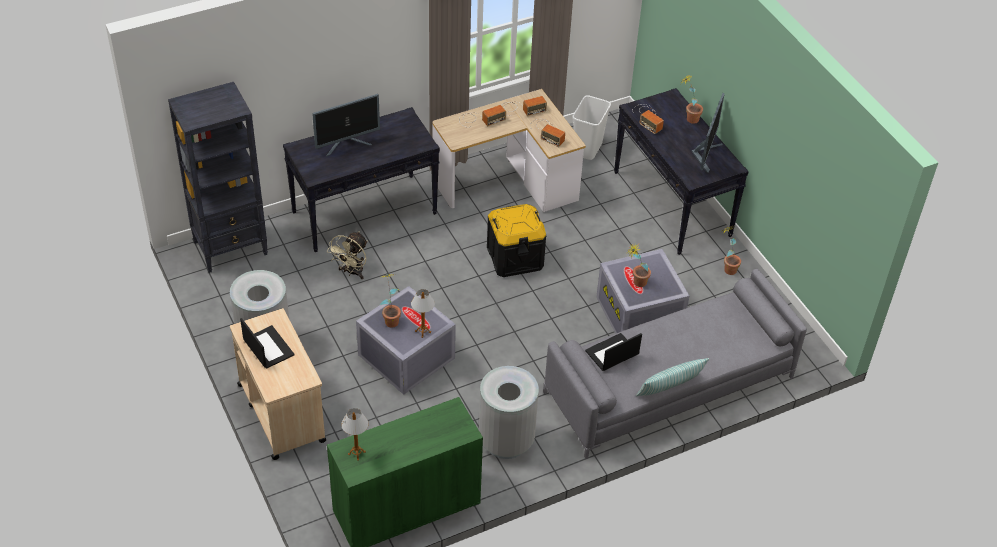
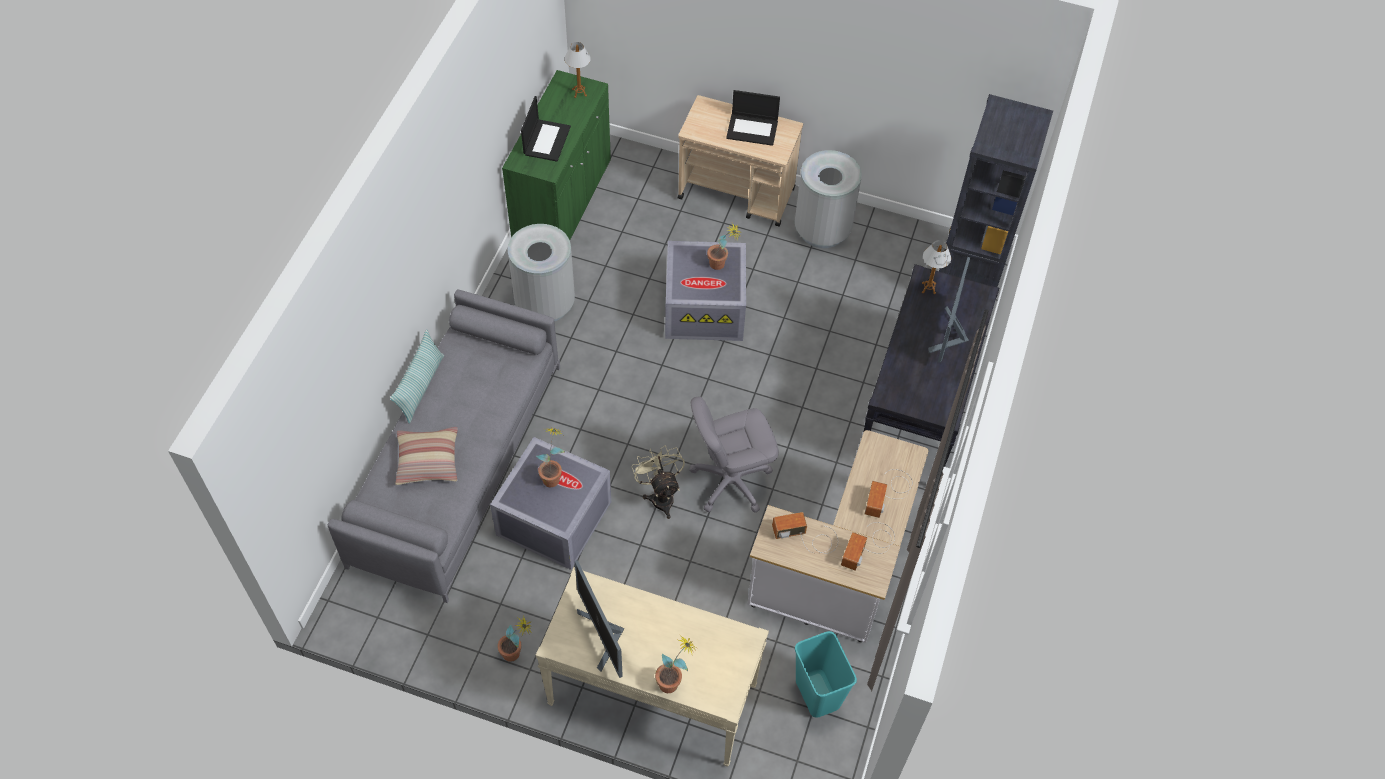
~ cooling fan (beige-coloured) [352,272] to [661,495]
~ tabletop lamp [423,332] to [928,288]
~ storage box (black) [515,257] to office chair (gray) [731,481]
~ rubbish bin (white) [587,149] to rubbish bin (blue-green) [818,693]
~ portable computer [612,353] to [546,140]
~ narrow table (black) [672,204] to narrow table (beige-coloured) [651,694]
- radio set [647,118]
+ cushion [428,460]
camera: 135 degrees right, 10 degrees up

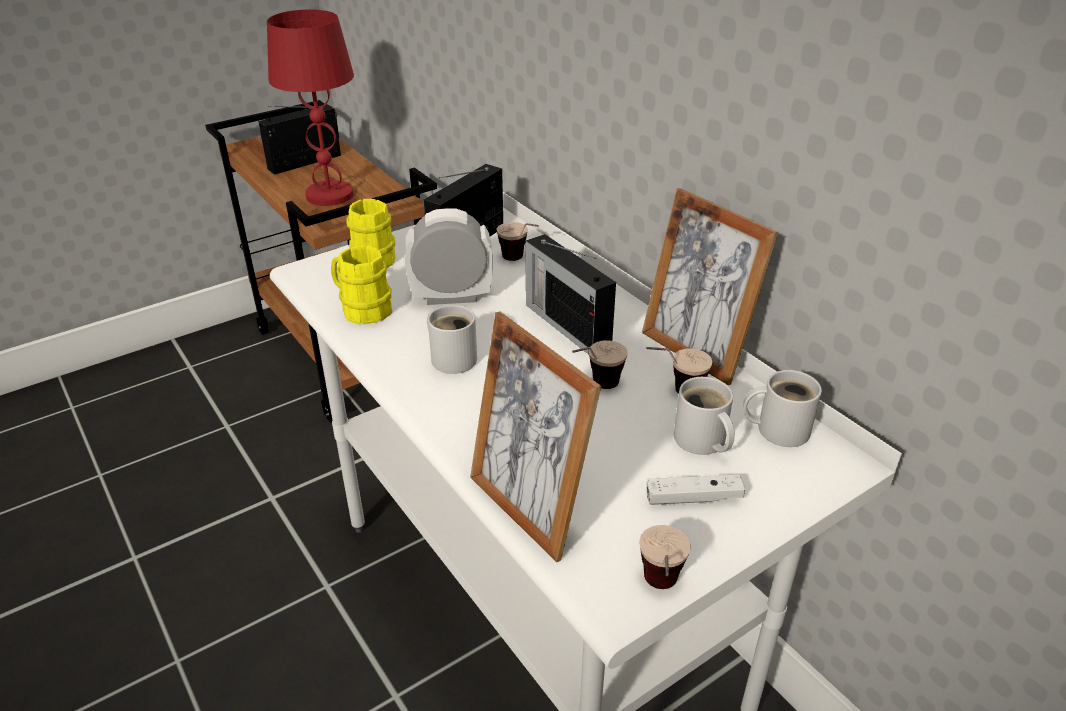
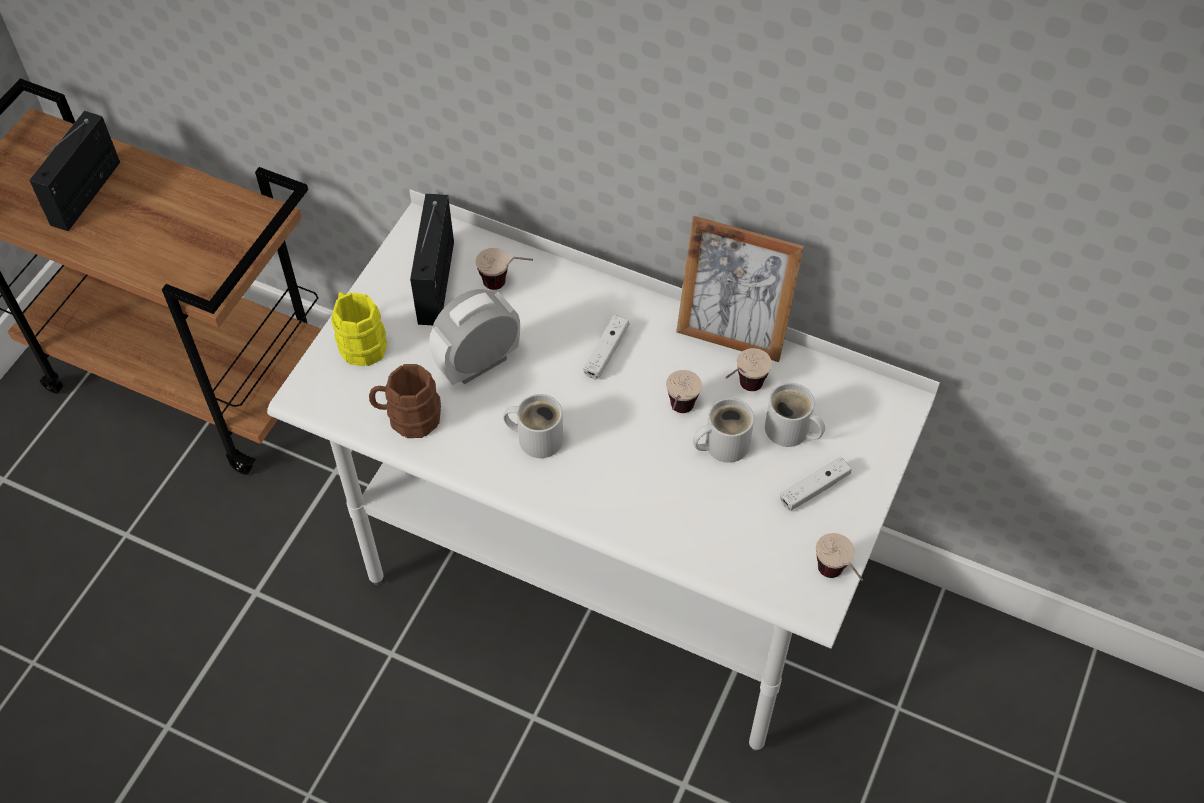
- tabletop lamp (red) [330,195]
~ coffee mug (yellow-coloured) [361,309] to coffee mug (brown-coloured) [408,418]
- photo frame [528,508]
~ radio set [566,325] to gamepad (white) [606,352]
~ coffee mug (white) [778,428] to [722,444]
camera: 30 degrees left, 20 degrees up

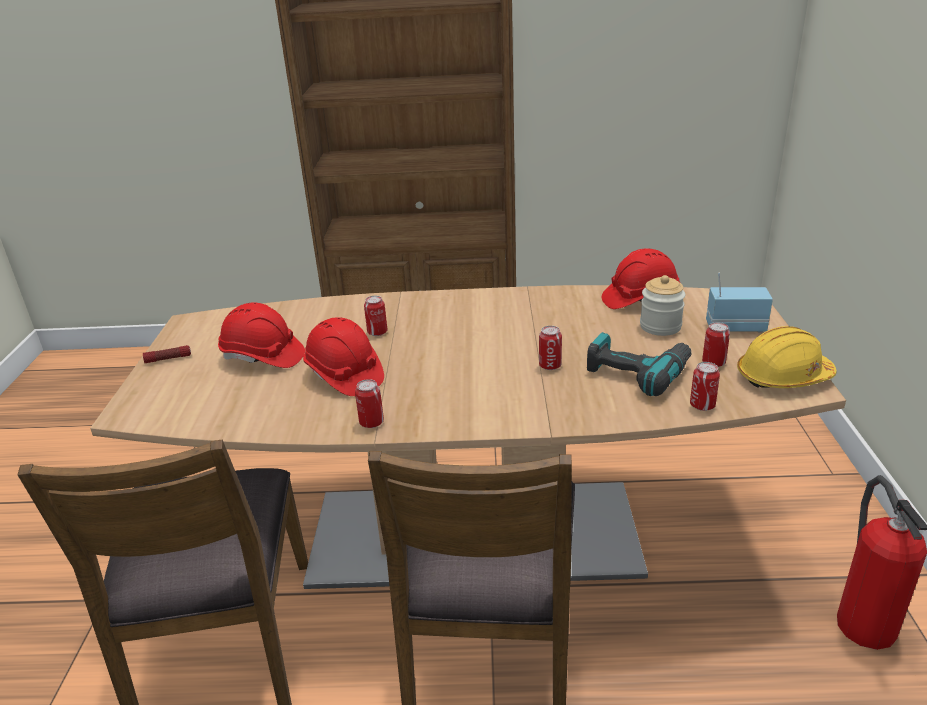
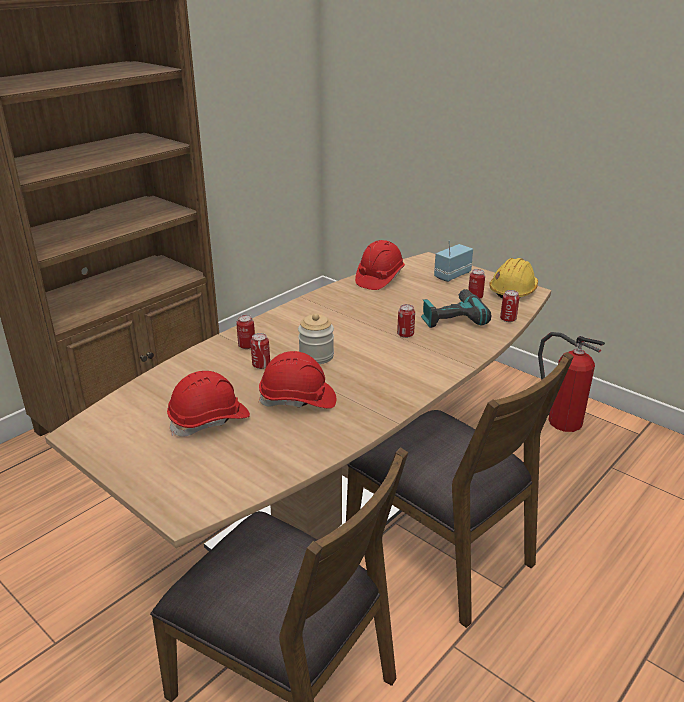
- hand torch [168,359]
~ sealed can [371,422] to [247,346]
~ jar [660,326] to [316,356]
camera: 50 degrees left, 0 degrees up

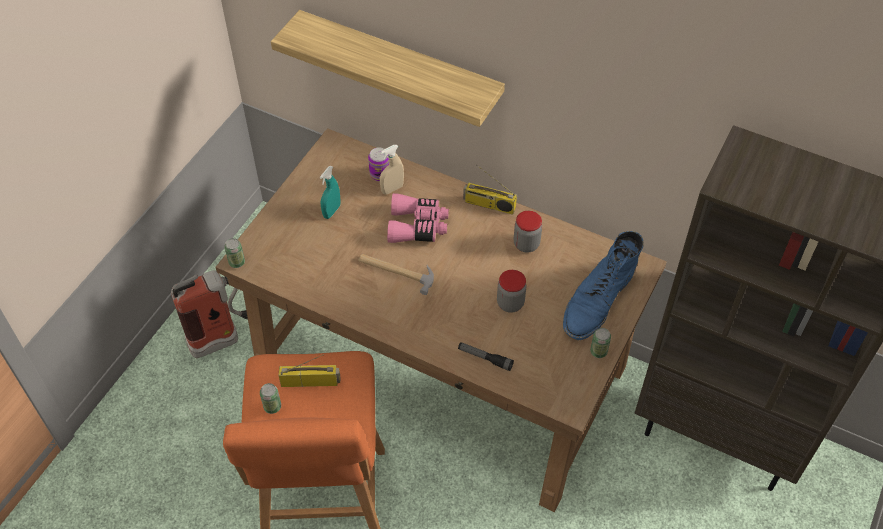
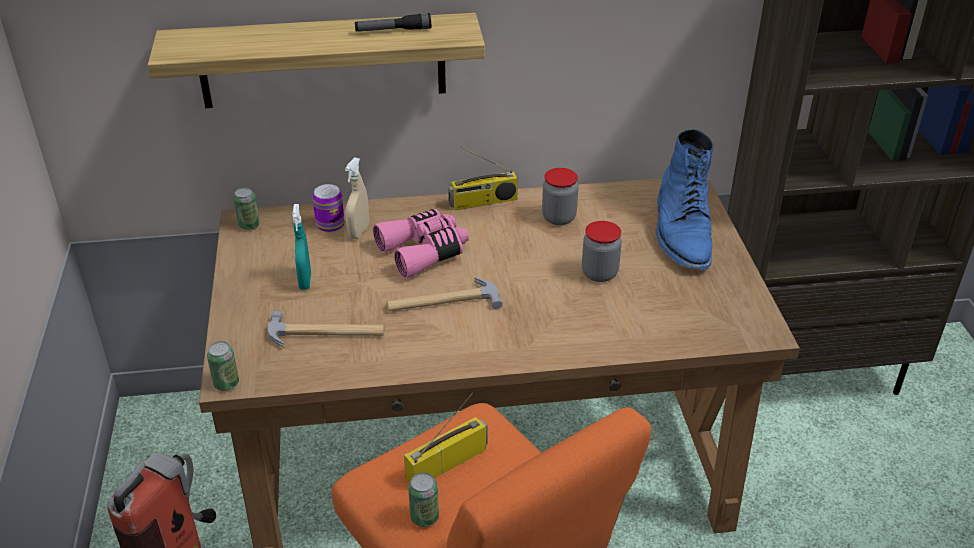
~ hand torch [485,358] to [393,30]
~ sealed can [598,351] to [249,225]
+ hand hammer [326,334]
camera: 35 degrees left, 15 degrees down

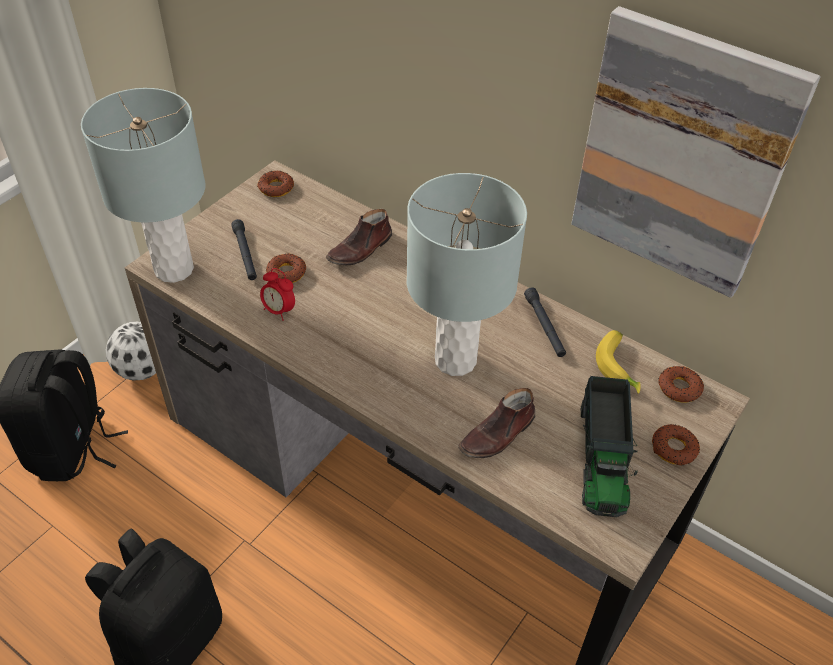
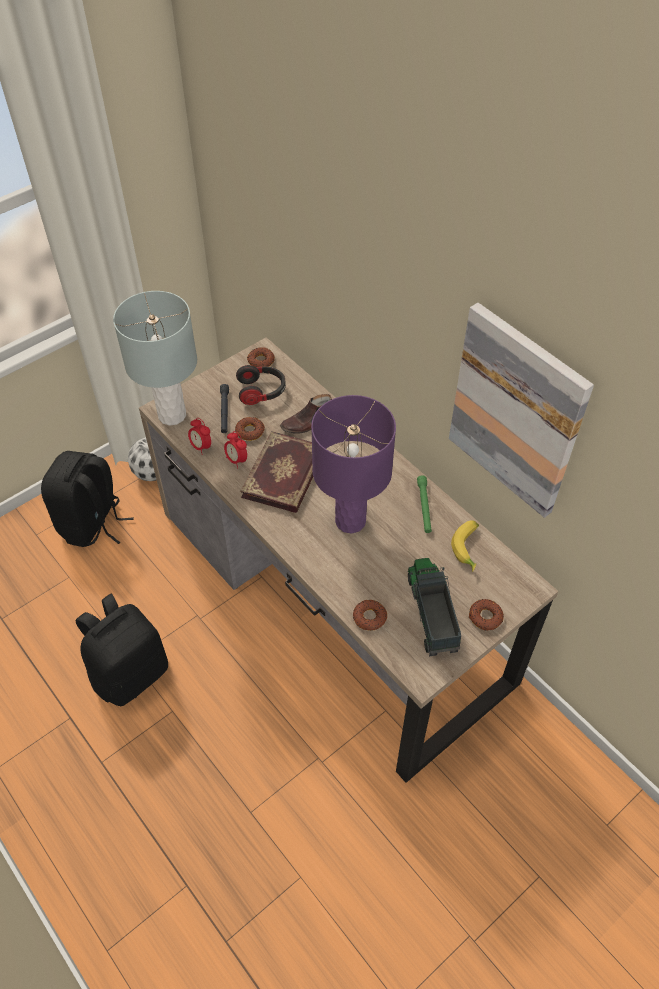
~ tabletop lamp (gray) [454,360] to tabletop lamp (purplish) [350,521]
- shoe (brown-coloured) [498,435]
~ hand torch (black) [544,326] to hand torch (green) [424,507]
~ toy truck [603,457] = [431,613] 150 degrees clockwise
~ donut [679,388] to [369,617]
+ alarm clock [201,447]
+ headphones [262,392]
+ book [285,474]
camera: 15 degrees right, 5 degrees up

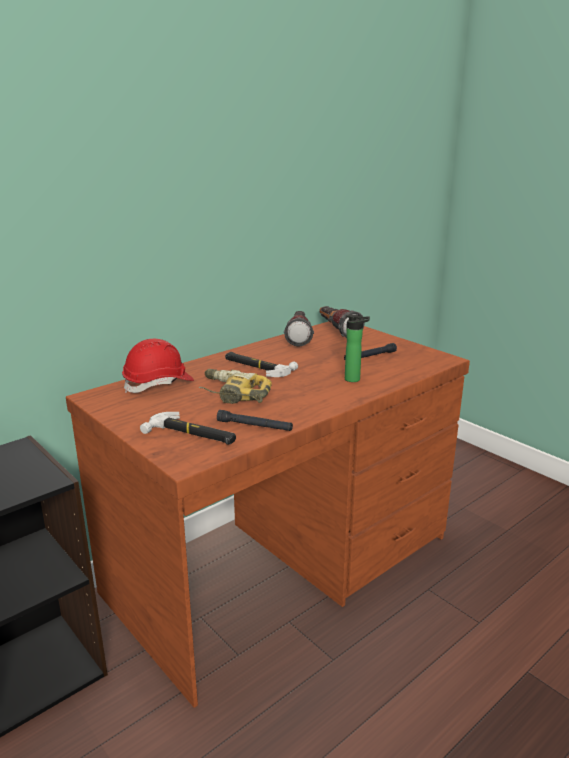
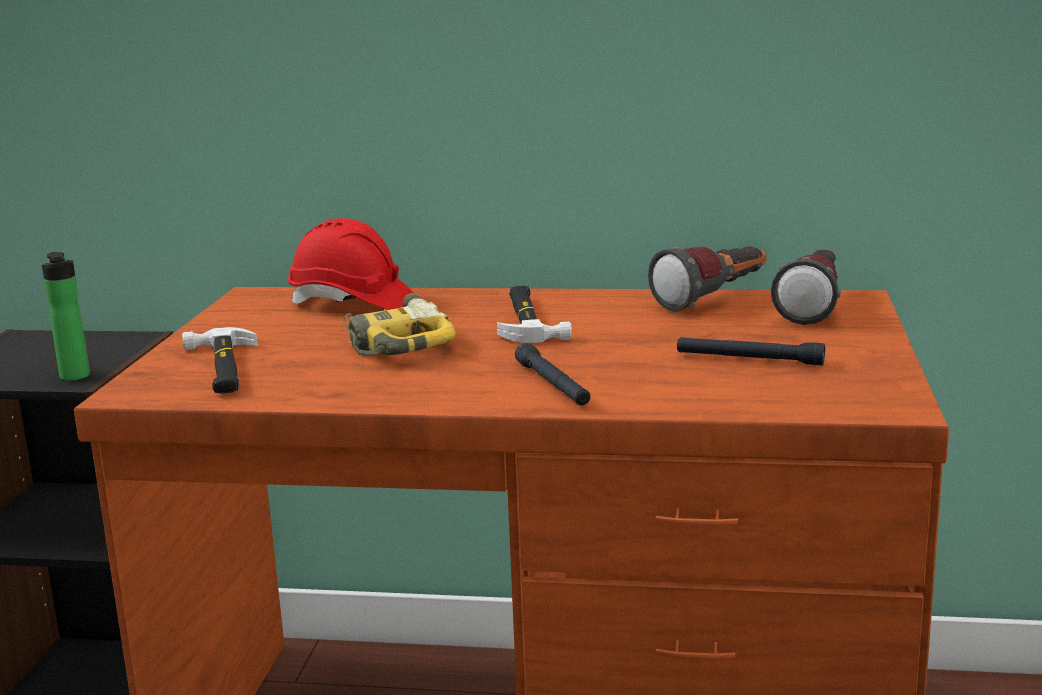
~ hand torch (black) [254,426] to [552,385]
~ beverage bottle [355,379] to [76,377]
camera: 50 degrees right, 5 degrees down

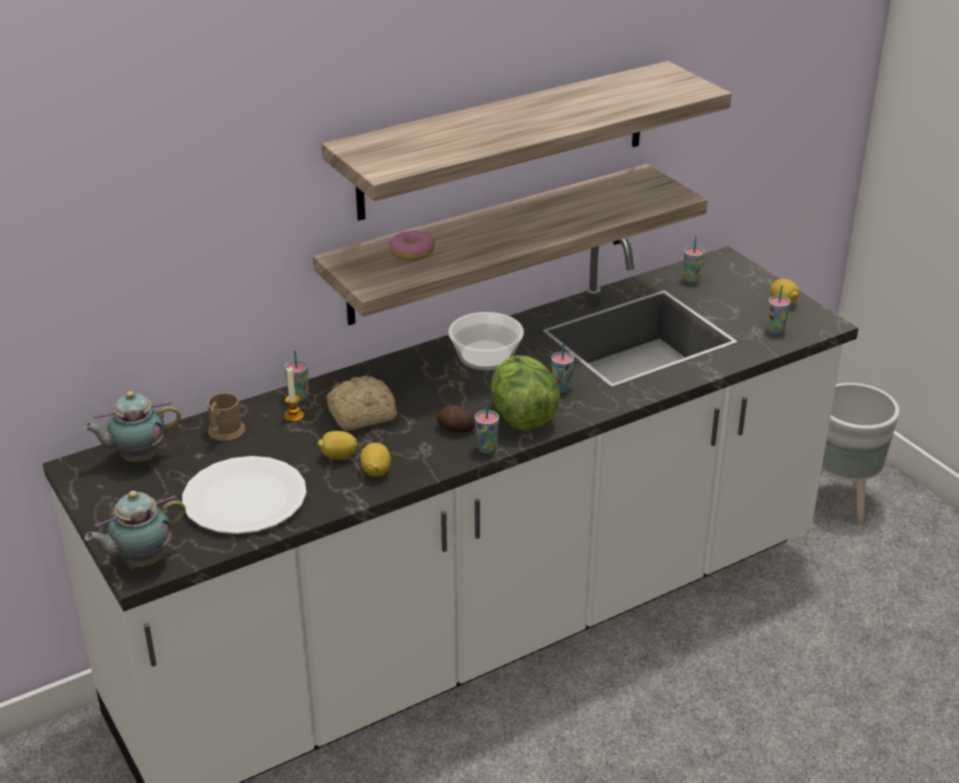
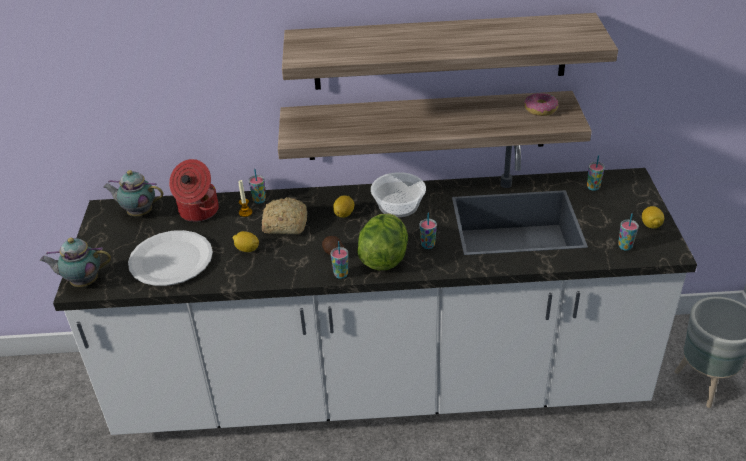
~ coffee mug (brown-coloured) [224,433] to stockpot [198,211]
~ whole lemon [376,471] to [344,214]
~ donut [412,253] to [540,109]
camera: 30 degrees right, 5 degrees up

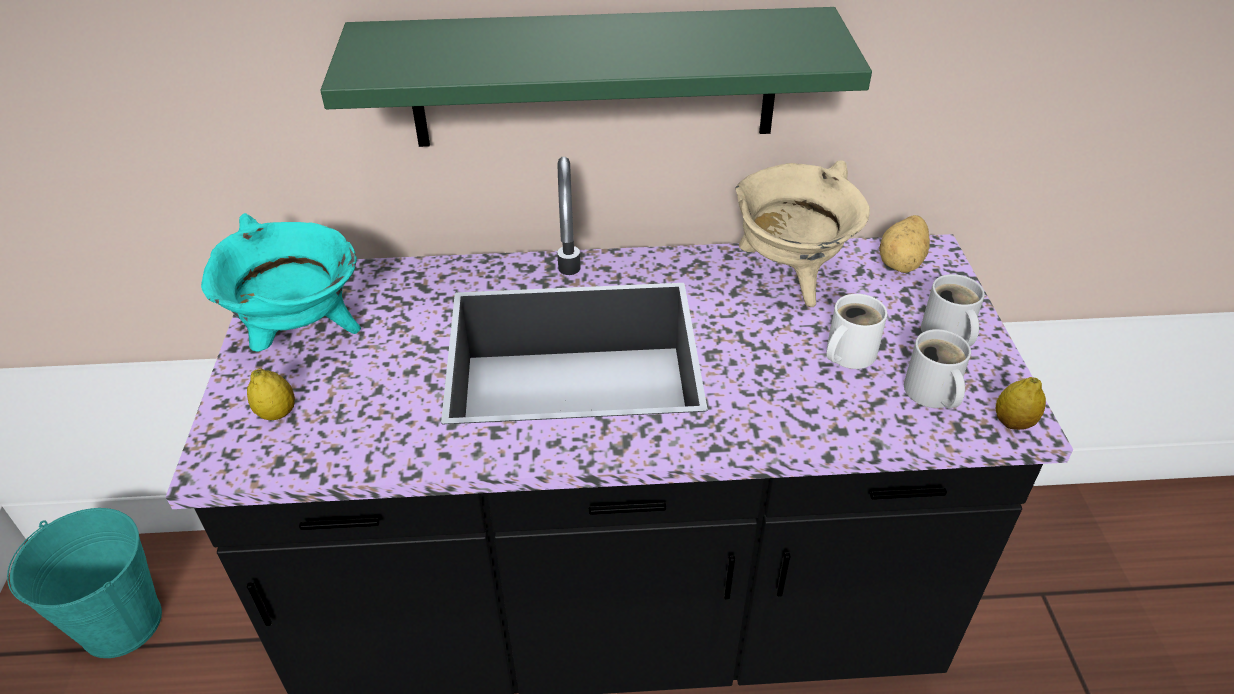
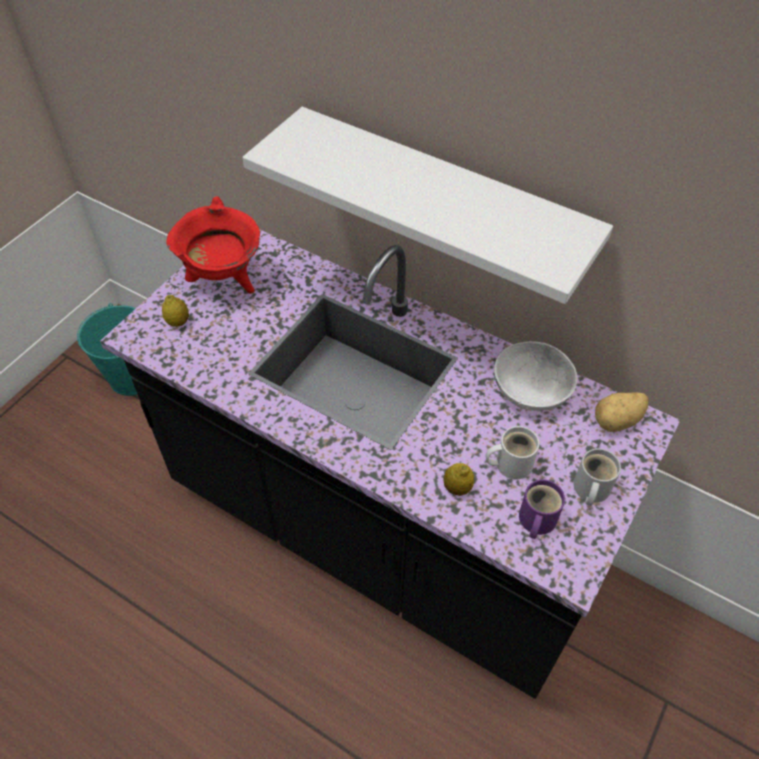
~ stockpot (blue-green) [302,335] to stockpot (red) [224,280]
~ shelf (green) [594,78] to shelf (white) [443,200]
~ stockpot (beige-coloured) [790,275] to deep dish (white) [530,389]
~ coffee mug (white) [930,394] to coffee mug (purplish) [535,520]
~ whole lemon [1013,423] to [457,488]
camera: 35 degrees right, 10 degrees up

